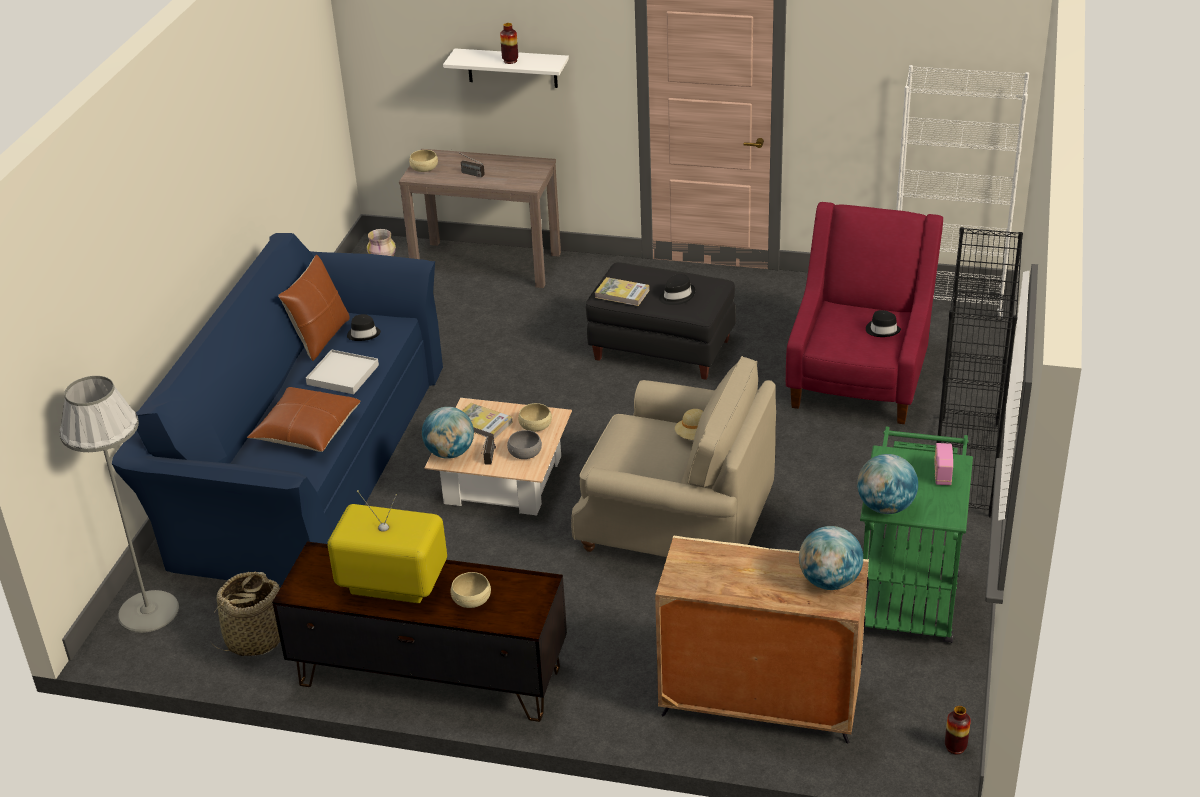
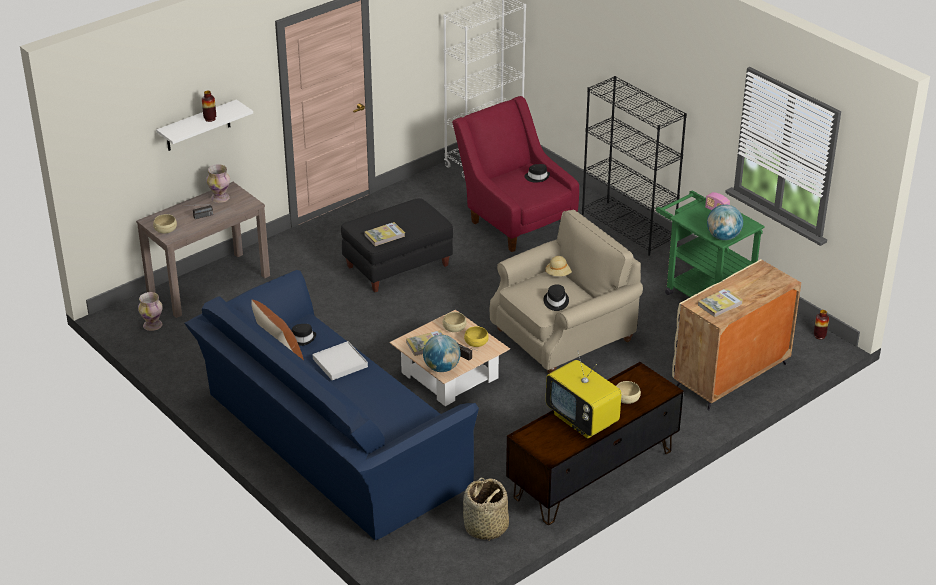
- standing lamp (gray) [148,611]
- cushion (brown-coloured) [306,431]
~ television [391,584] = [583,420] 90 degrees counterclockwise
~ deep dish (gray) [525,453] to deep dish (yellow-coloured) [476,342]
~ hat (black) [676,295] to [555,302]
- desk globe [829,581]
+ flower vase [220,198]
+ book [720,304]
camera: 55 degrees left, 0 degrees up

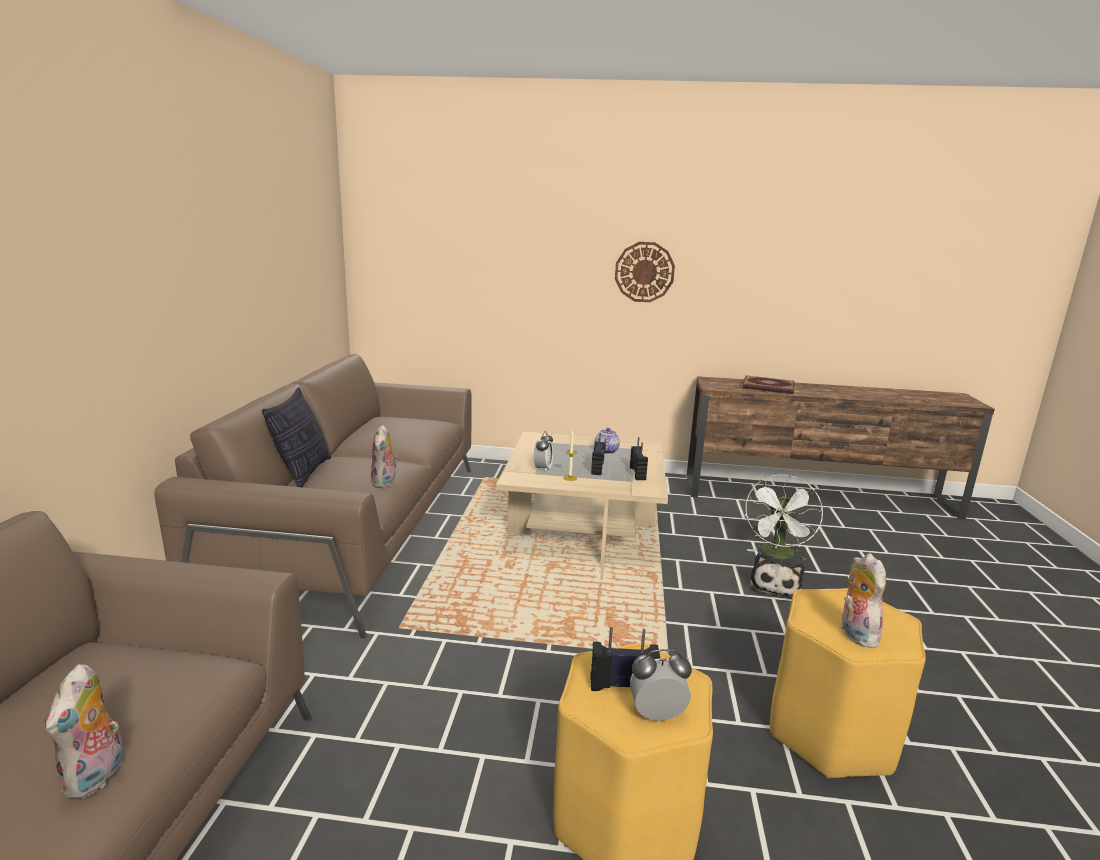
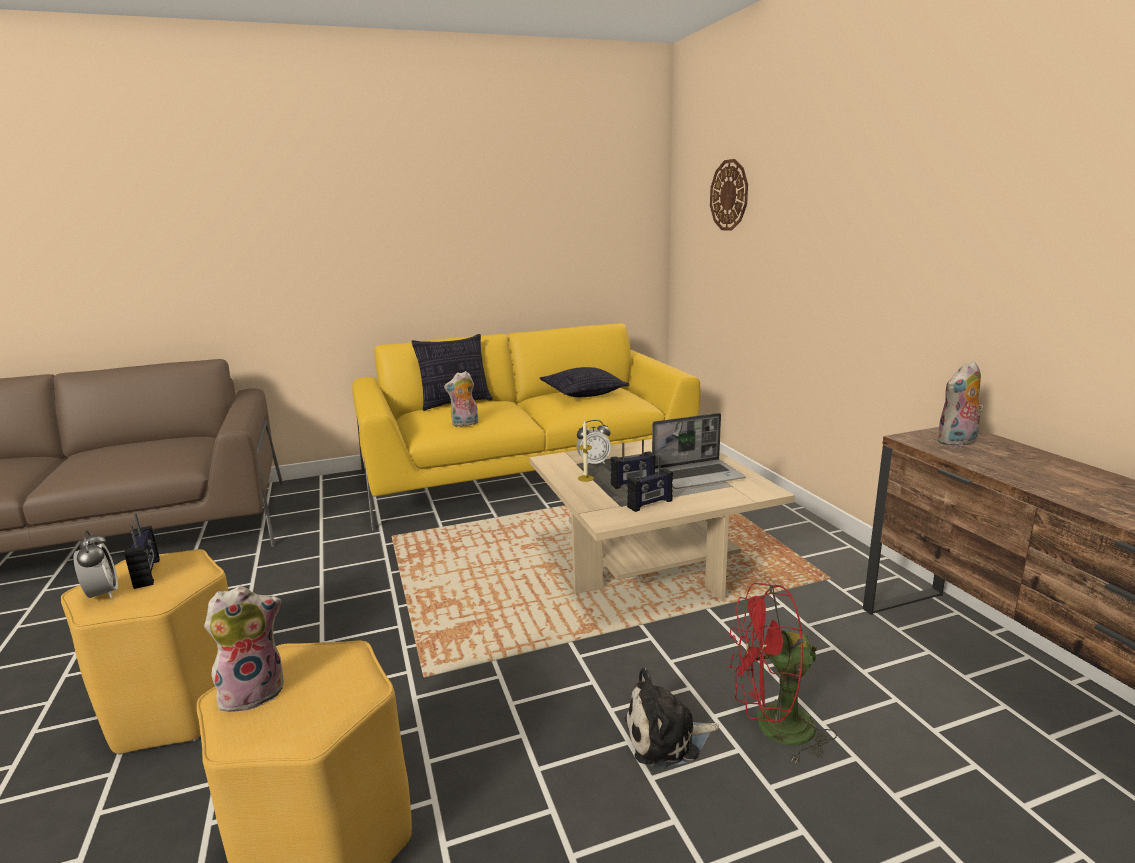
~ cuddly toy [97,777] to [957,442]
~ couch (brown-coloured) [356,527] to couch (yellow-coloured) [526,473]
~ tea pot [606,451] to portable computer [698,476]
~ hanging clock [644,272] to [729,195]
- book [768,387]
~ cooling fan (white) [777,556] to cooling fan (red) [772,728]
+ cushion [583,393]
camera: 65 degrees right, 0 degrees up

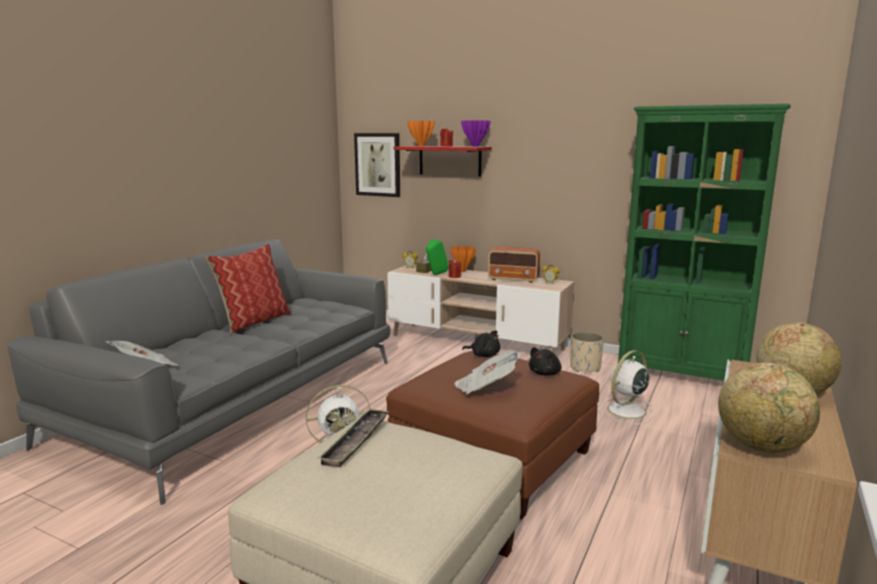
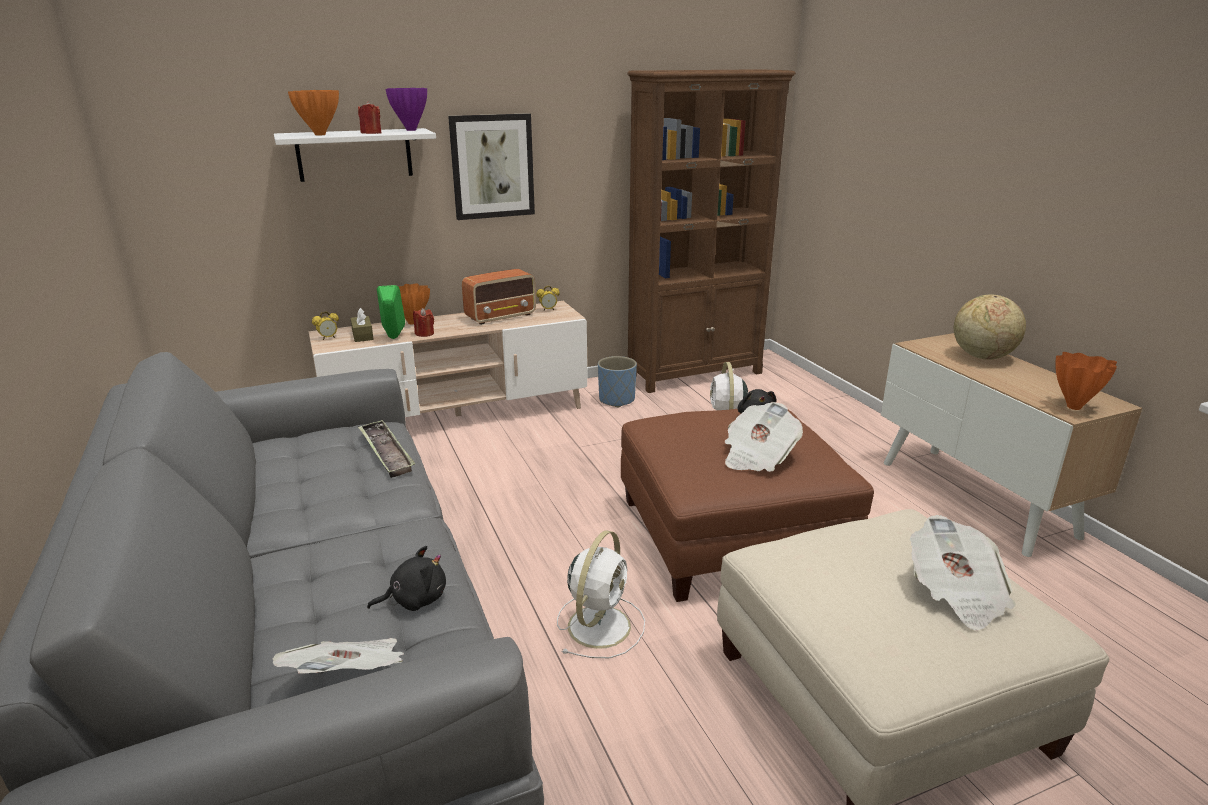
- cushion [253,321]
~ carrying tray [356,441] to [386,453]
~ wall picture [378,164] to [492,166]
~ shelf (red) [450,160] to shelf (white) [354,154]
~ cuddly toy (black) [483,355] to [415,599]
~ flower pot (beige-coloured) [585,368] to flower pot (blue) [617,400]
~ bookshelf (green) [682,375] to bookshelf (brown-coloured) [695,374]
~ desk globe [762,447] to flower vase (orange-coloured) [1072,407]
+ printed paper [956,594]
camera: 50 degrees left, 10 degrees up

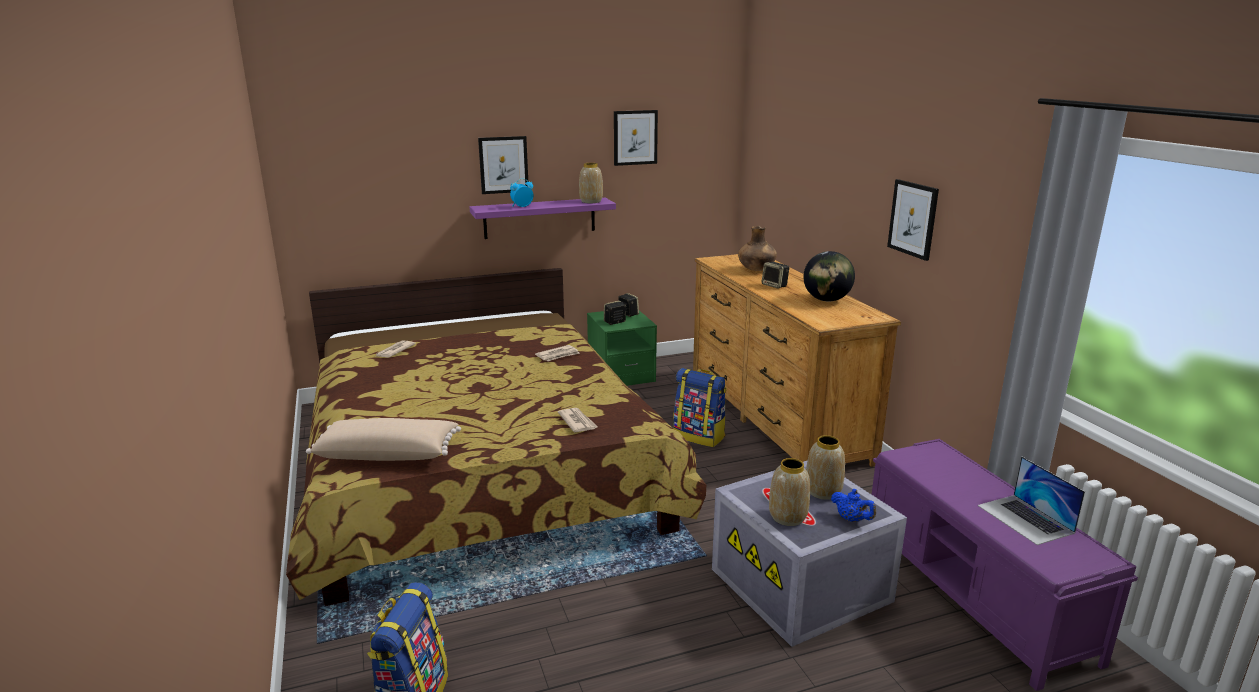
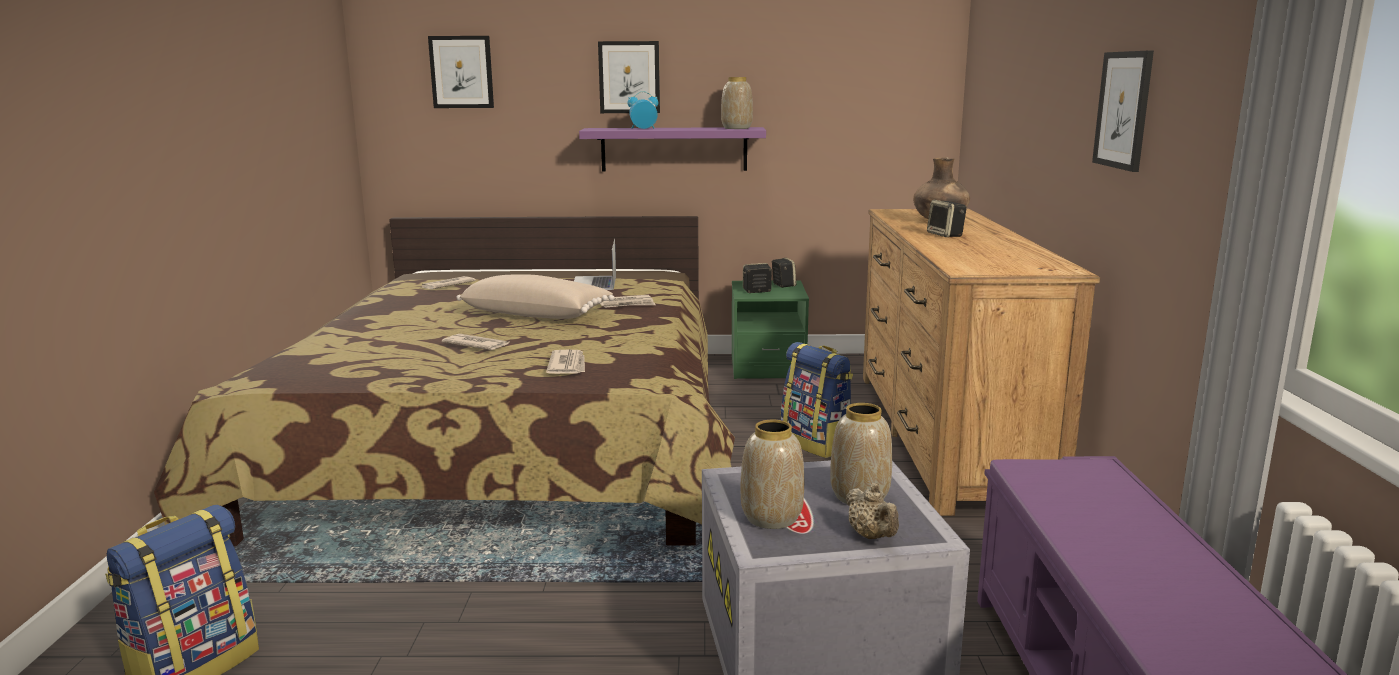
~ cushion (beige-coloured) [388,454] to [537,315]
~ wall picture [635,137] to [461,72]
- desk globe [826,300]
~ tea pot (blue) [851,519] to tea pot (beige-coloured) [871,536]
~ portable computer [1025,519] to [594,283]
+ printed paper [476,345]
camera: 20 degrees right, 5 degrees down

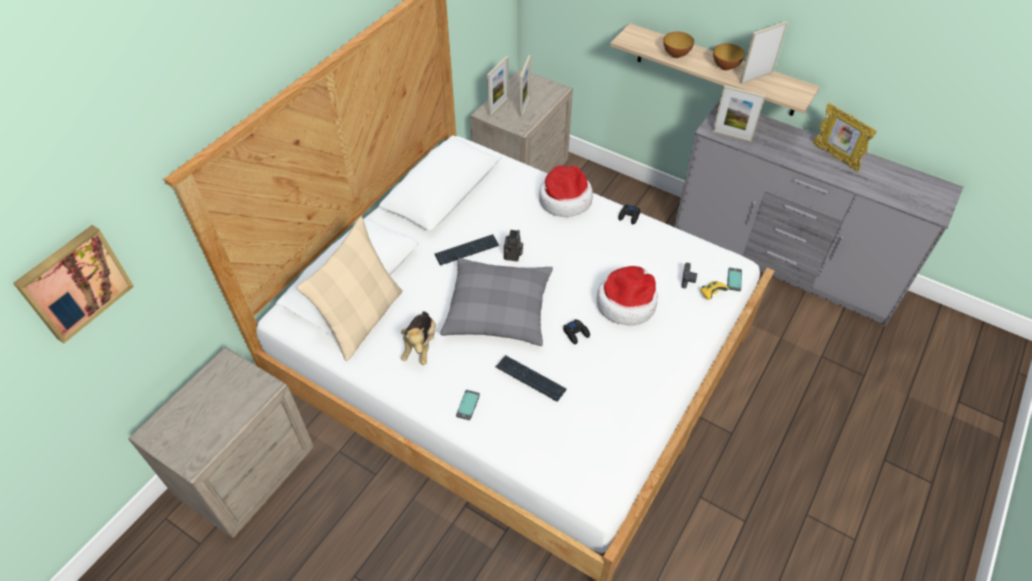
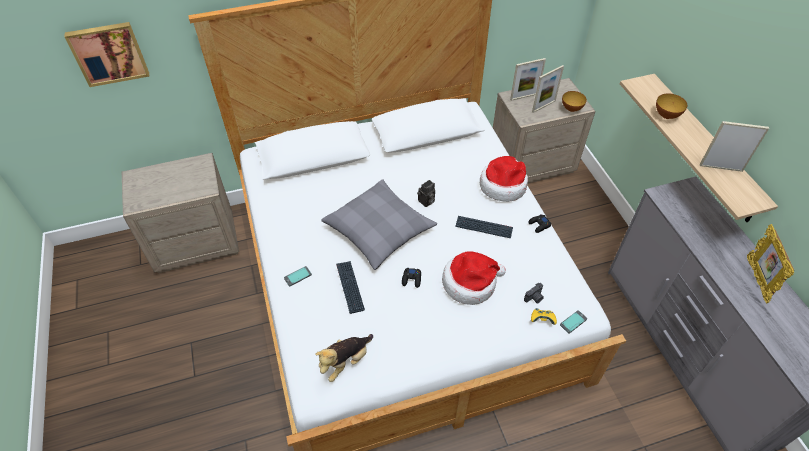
- cushion (beige-coloured) [362,319]
~ cuddly toy [420,345] to [346,361]
~ keyboard [467,251] to [483,228]
~ deep dish [725,67] to [571,109]
- photo frame [732,136]
camera: 40 degrees right, 0 degrees up

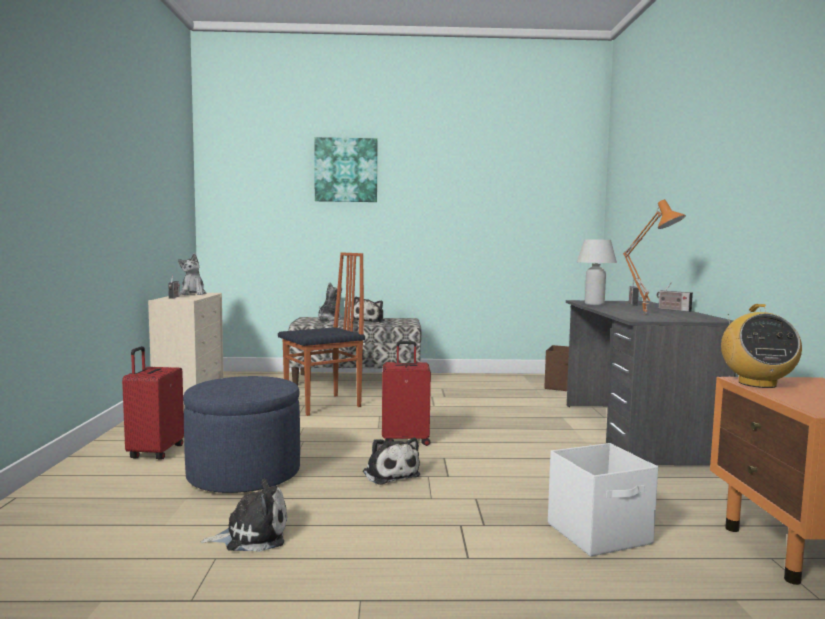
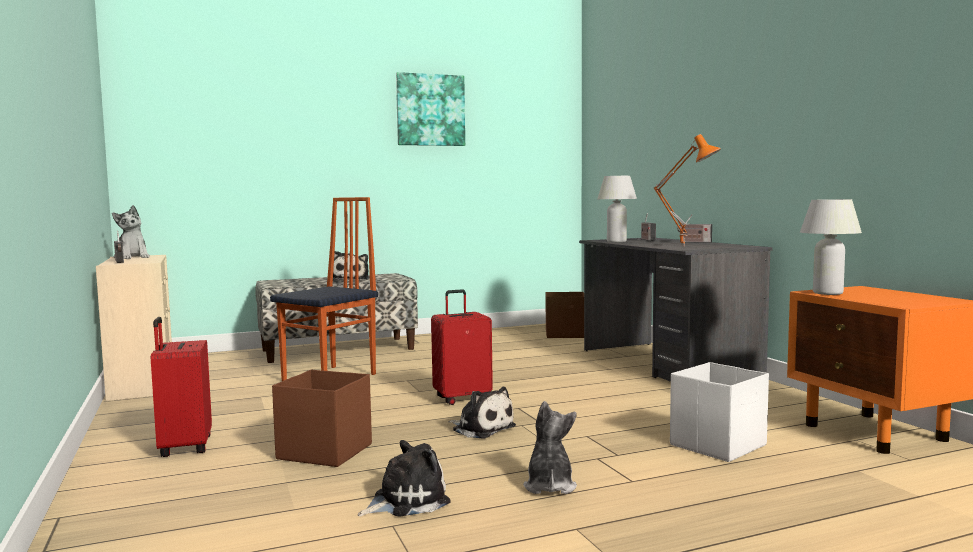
~ footrest (blue) [244,474] to storage box (brown-coloured) [324,451]
~ wall picture [346,170] to [430,110]
~ cuddly toy [329,319] to [549,486]
~ radio set [756,383] to tabletop lamp (white) [827,293]
camera: 20 degrees left, 0 degrees up

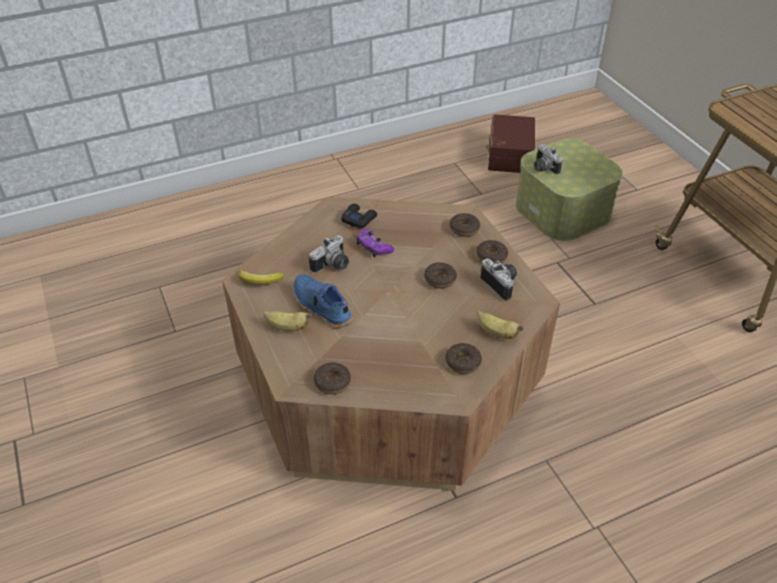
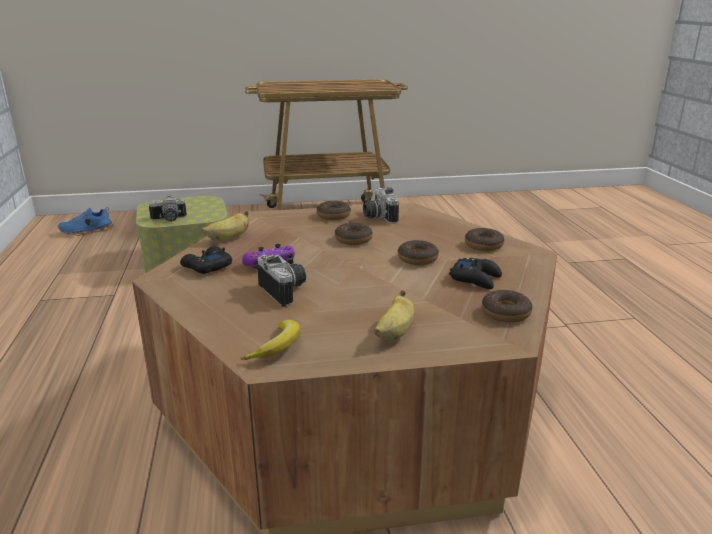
~ shoe (blue) [321,307] to [86,231]
~ donut [464,229] to [417,259]
~ banana [496,333] to [228,238]
~ photo camera [502,284] = [377,217] 90 degrees counterclockwise
- storage box (brown-coloured) [508,155]
+ gamepad (black) [476,279]
camera: 75 degrees left, 20 degrees down

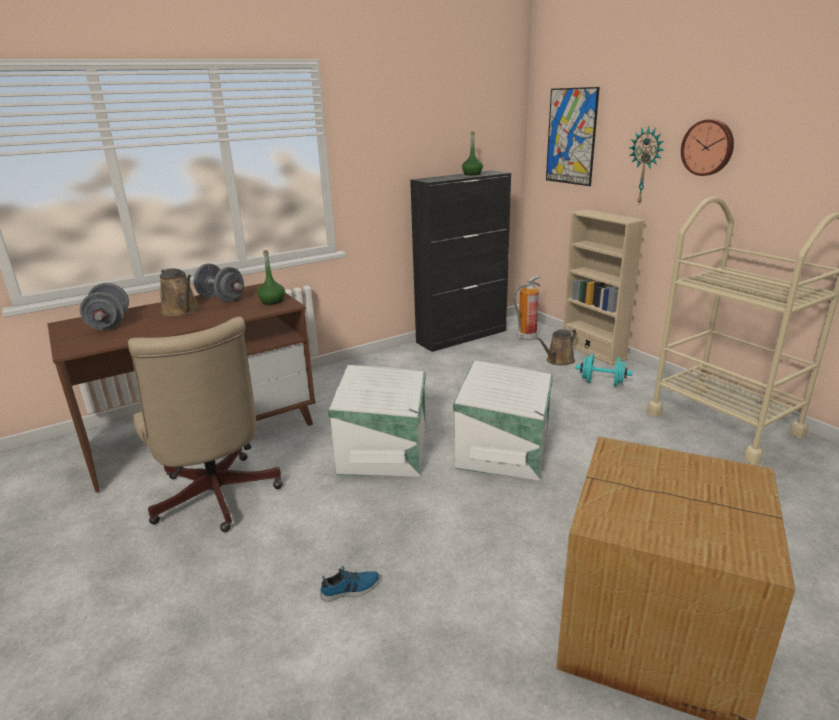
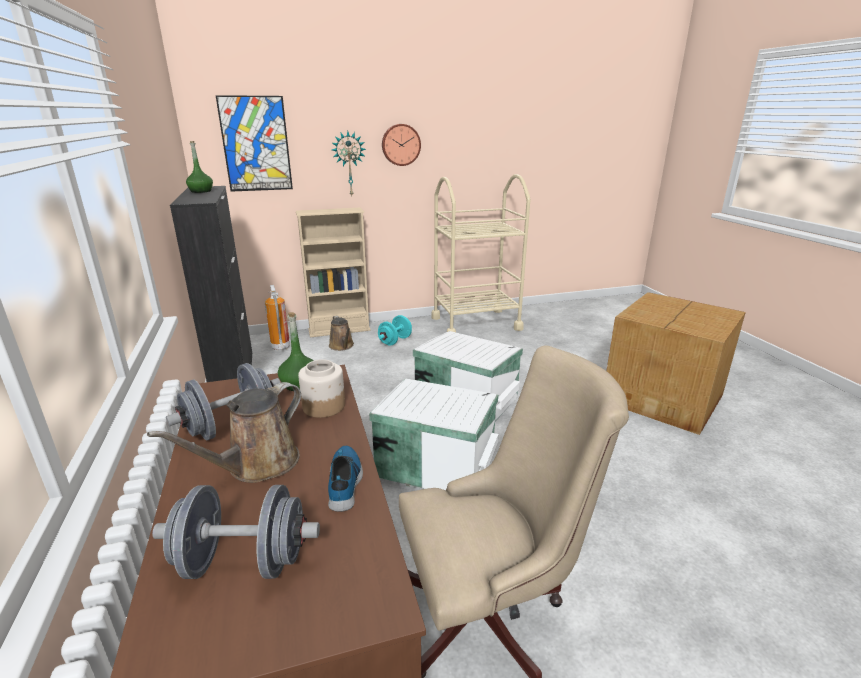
~ watering pot (brown-coloured) [182,311] = [257,465] 150 degrees clockwise
~ shoe [350,589] to [345,481]
+ jar [323,406]
camera: 75 degrees left, 0 degrees up

